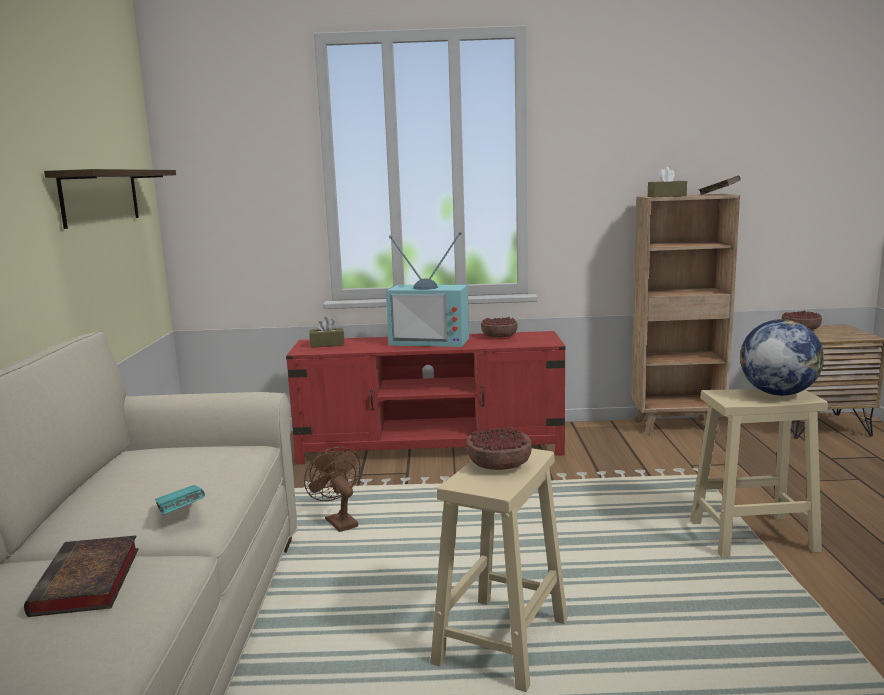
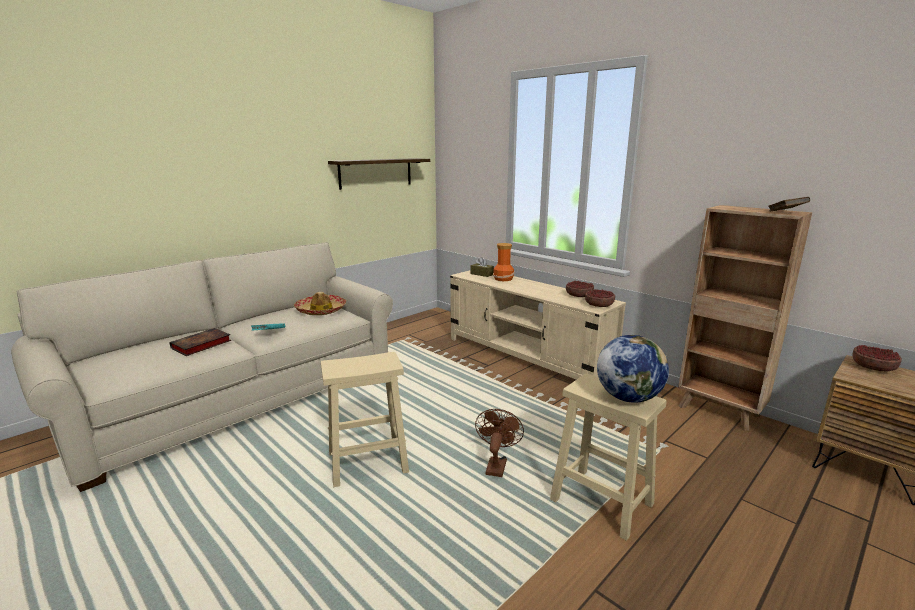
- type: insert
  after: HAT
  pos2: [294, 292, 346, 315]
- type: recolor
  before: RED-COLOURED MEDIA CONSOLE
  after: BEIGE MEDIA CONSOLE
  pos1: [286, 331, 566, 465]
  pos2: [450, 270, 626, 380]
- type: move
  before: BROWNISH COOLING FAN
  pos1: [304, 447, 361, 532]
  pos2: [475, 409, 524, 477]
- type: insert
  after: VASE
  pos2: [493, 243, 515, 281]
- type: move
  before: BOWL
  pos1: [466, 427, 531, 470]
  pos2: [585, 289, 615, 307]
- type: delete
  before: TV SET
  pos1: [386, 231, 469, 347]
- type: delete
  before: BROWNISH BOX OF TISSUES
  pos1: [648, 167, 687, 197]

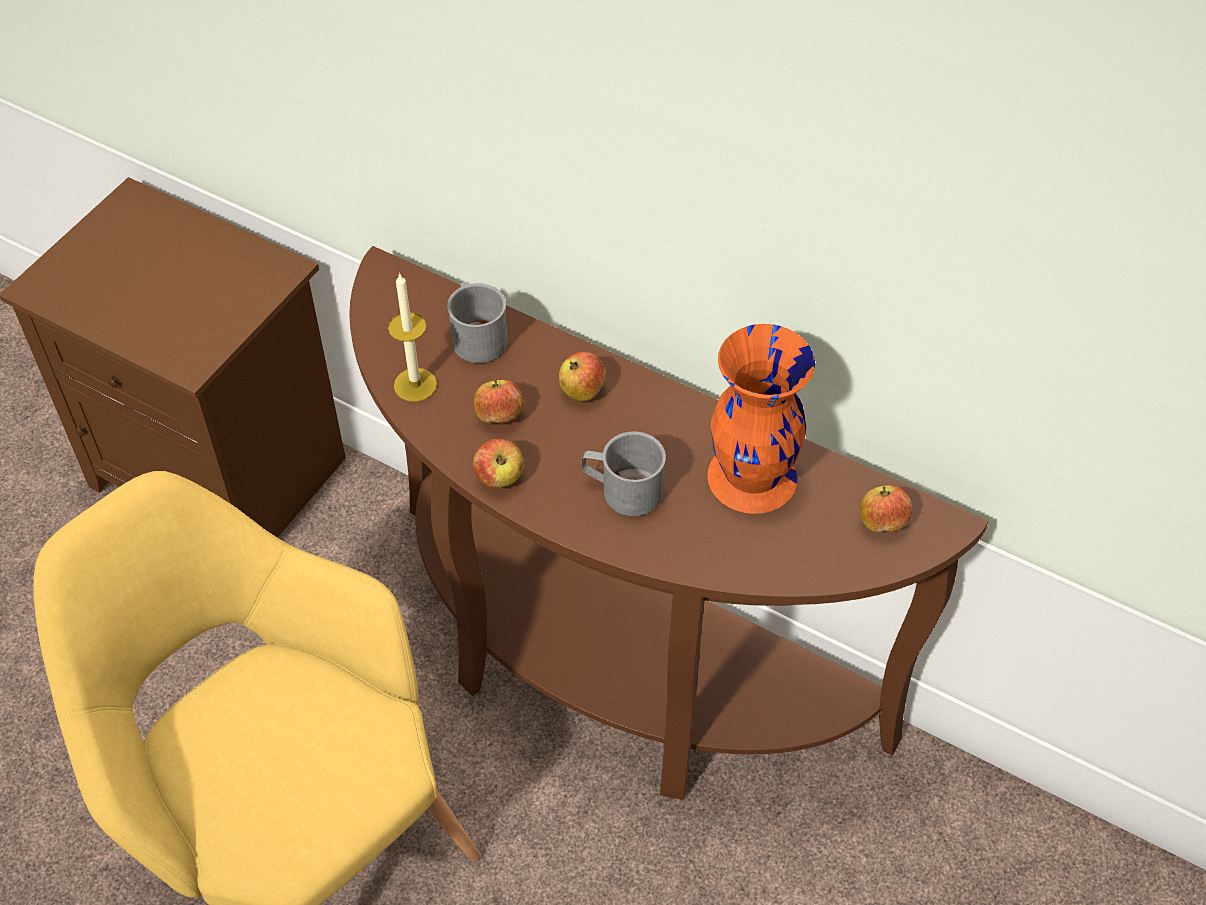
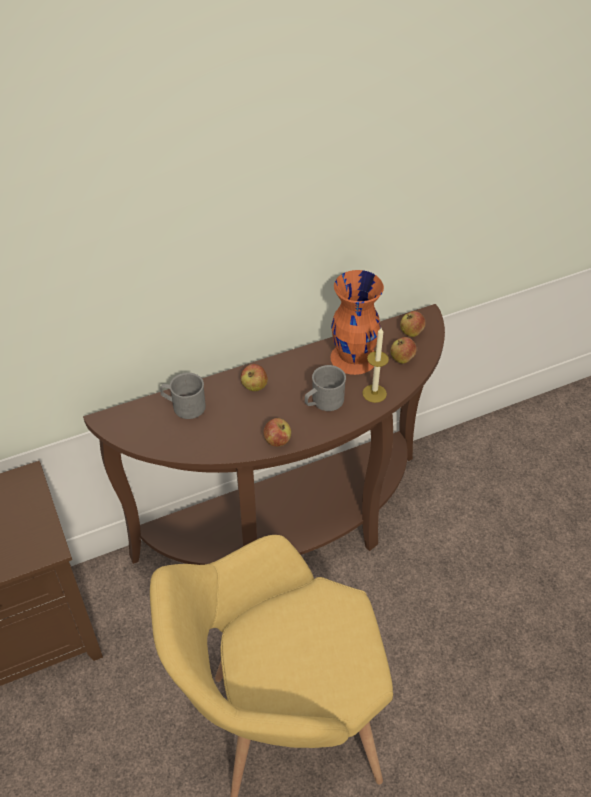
- type: move
  before: WAX LIGHT
  pos1: [388, 273, 437, 402]
  pos2: [362, 328, 389, 403]
- type: move
  before: APPLE FRUIT
  pos1: [474, 379, 523, 423]
  pos2: [391, 337, 417, 364]

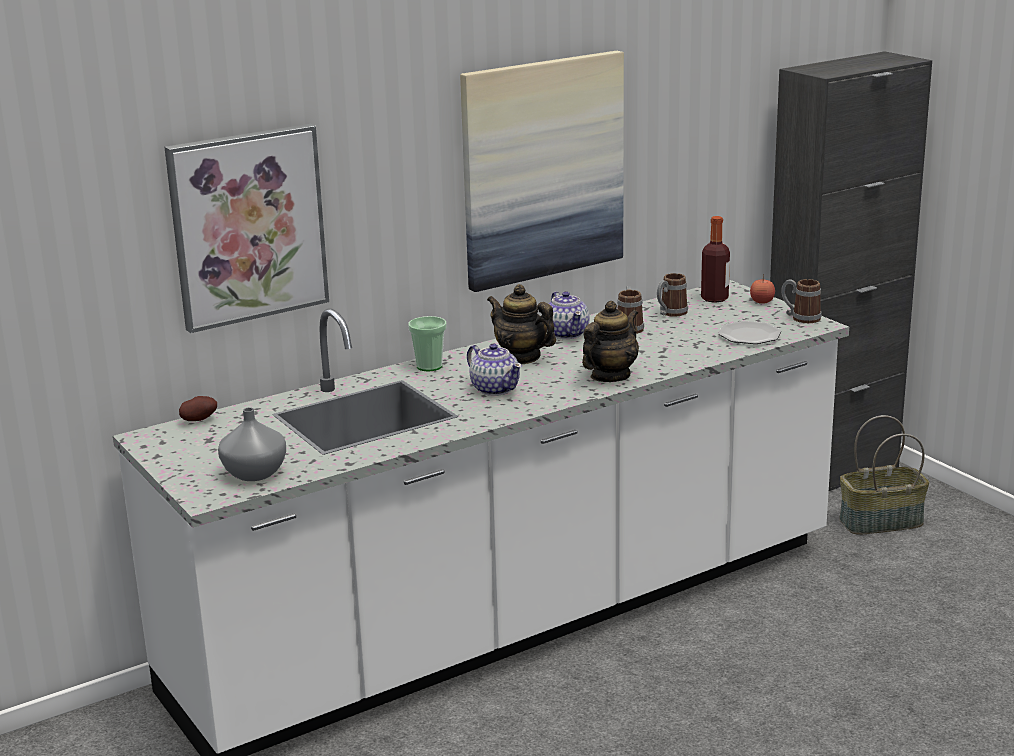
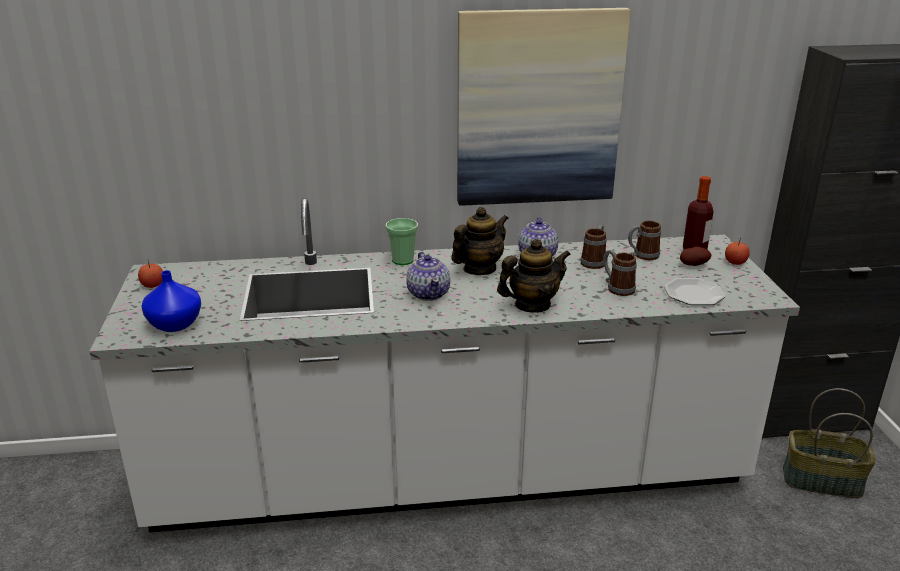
- type: insert
  after: APPLE FRUIT
  pos2: [138, 259, 163, 288]
- type: recolor
  before: GREYISH VASE
  after: BLUE VASE
  pos1: [218, 407, 286, 481]
  pos2: [141, 270, 201, 332]
- type: rotate
  before: TEA POT
  pos1: [487, 284, 556, 364]
  pos2: [451, 207, 509, 275]
  turn: 75
- type: move
  before: MUG
  pos1: [781, 279, 822, 323]
  pos2: [603, 250, 637, 296]
- type: move
  before: POTATO
  pos1: [179, 396, 217, 421]
  pos2: [680, 247, 712, 266]
- type: delete
  before: WALL PICTURE
  pos1: [164, 124, 329, 333]

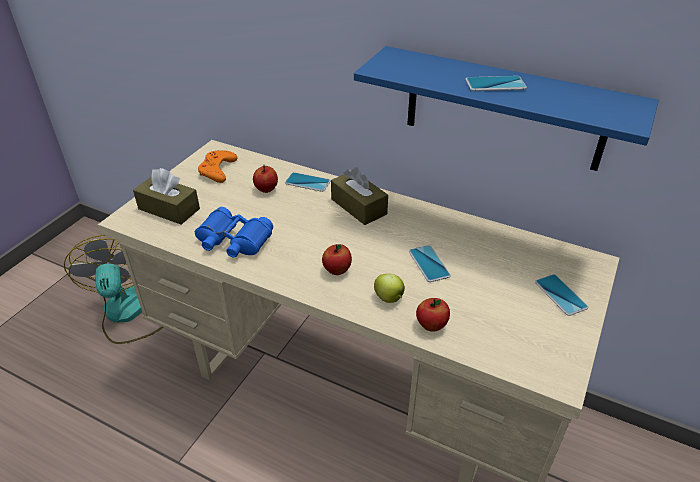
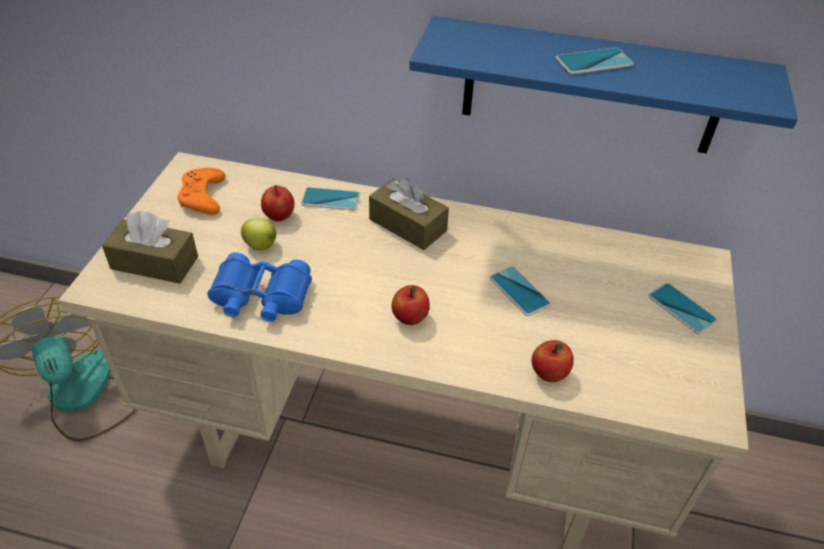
- type: move
  before: APPLE FRUIT
  pos1: [374, 274, 405, 303]
  pos2: [241, 218, 276, 250]

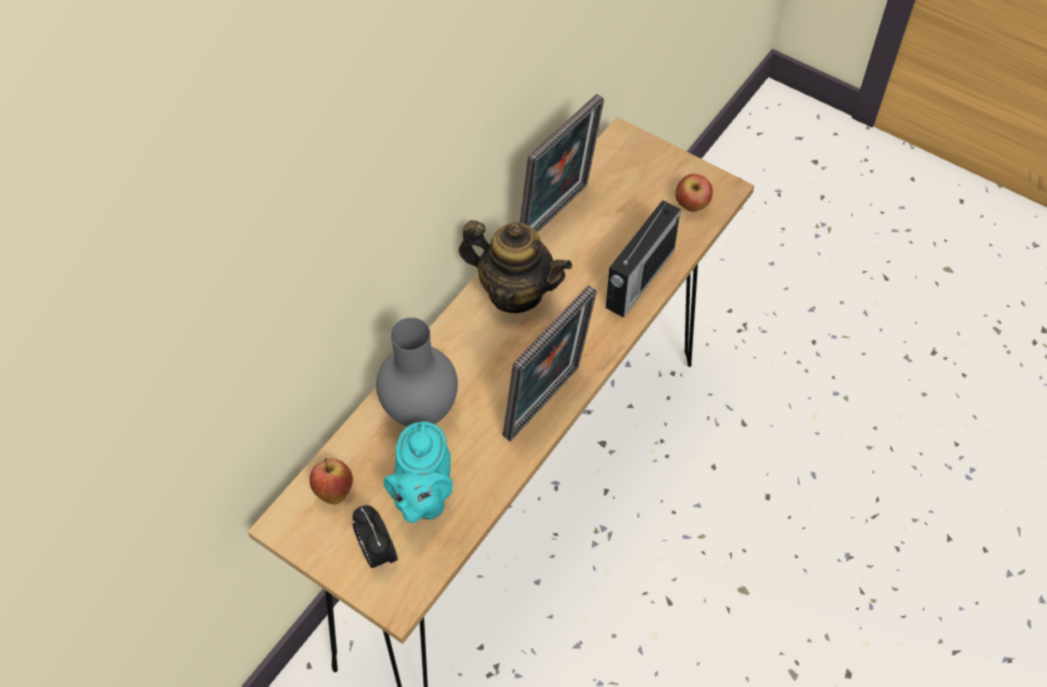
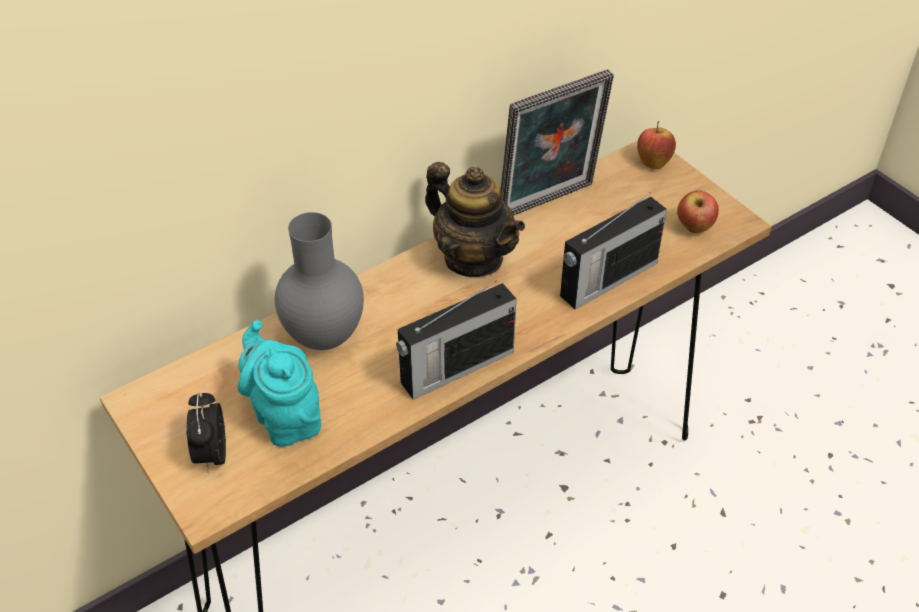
- type: rotate
  before: TURQUOISE TEA POT
  pos1: [383, 421, 453, 523]
  pos2: [238, 320, 321, 447]
  turn: 120
- type: replace
  before: PICTURE FRAME
  after: RADIO
  pos1: [503, 285, 597, 441]
  pos2: [396, 280, 516, 400]
- type: move
  before: APPLE FRUIT
  pos1: [309, 458, 353, 505]
  pos2: [637, 121, 676, 170]

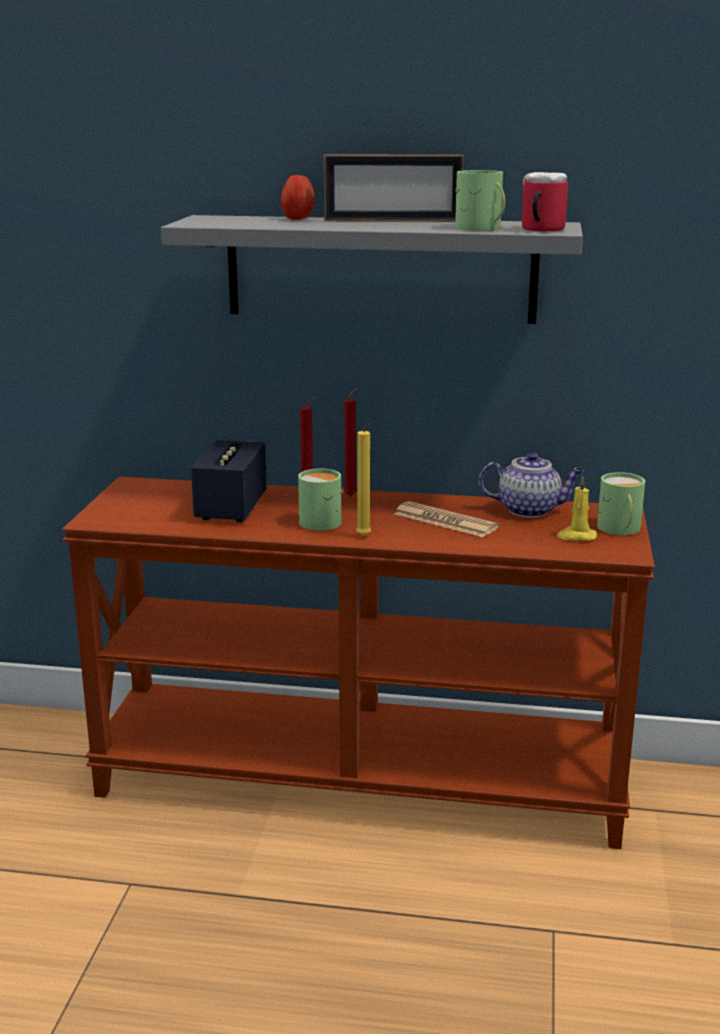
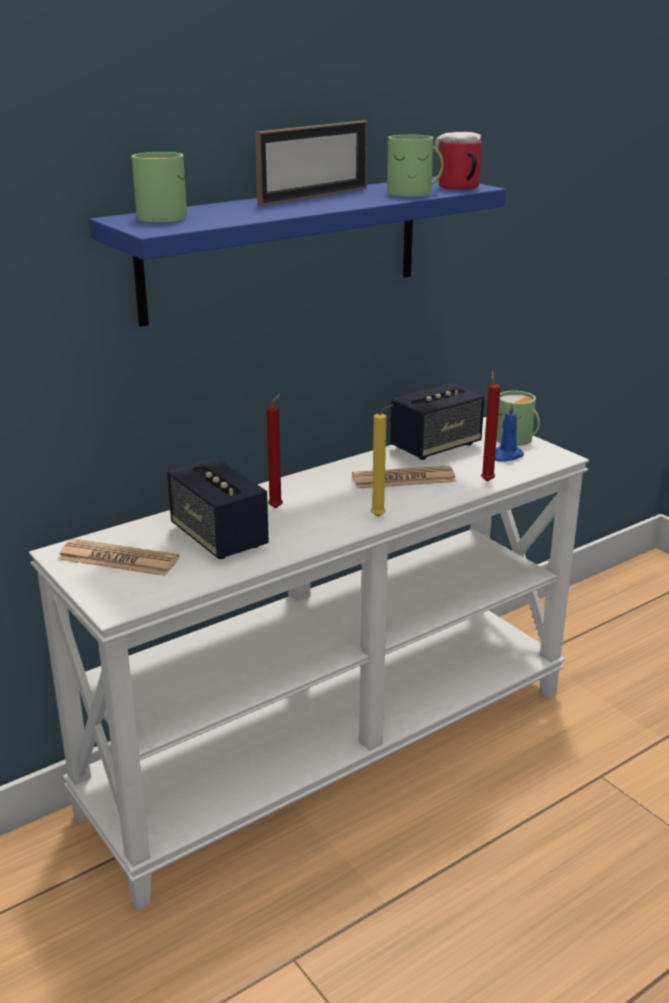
- type: recolor
  before: BROWNISH NARROW TABLE
  after: WHITE-COLOURED NARROW TABLE
  pos1: [62, 477, 655, 849]
  pos2: [29, 417, 589, 910]
- type: insert
  after: NEWSPAPER
  pos2: [58, 539, 179, 576]
- type: recolor
  before: GREYISH WALL SHELF
  after: BLUE WALL SHELF
  pos1: [161, 215, 583, 324]
  pos2: [89, 176, 506, 327]
- type: move
  before: GREENISH MUG
  pos1: [298, 468, 343, 531]
  pos2: [132, 152, 188, 222]
- type: replace
  before: TEA POT
  after: LOUDSPEAKER
  pos1: [479, 452, 584, 517]
  pos2: [390, 383, 485, 460]
- type: move
  before: RED-COLOURED WAX LIGHT
  pos1: [344, 387, 358, 496]
  pos2: [481, 371, 501, 482]
- type: recolor
  before: YELLOW WAX LIGHT
  after: BLUE WAX LIGHT
  pos1: [557, 476, 597, 541]
  pos2: [495, 403, 524, 462]
- type: delete
  before: APPLE FRUIT
  pos1: [281, 172, 315, 220]

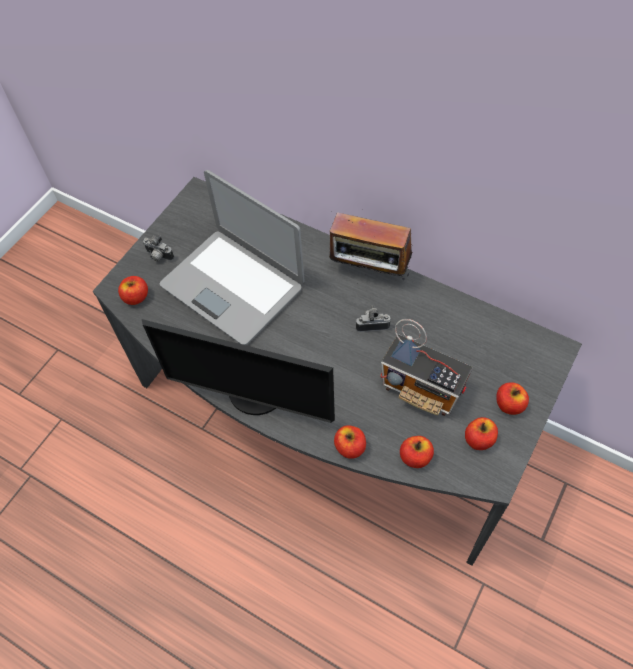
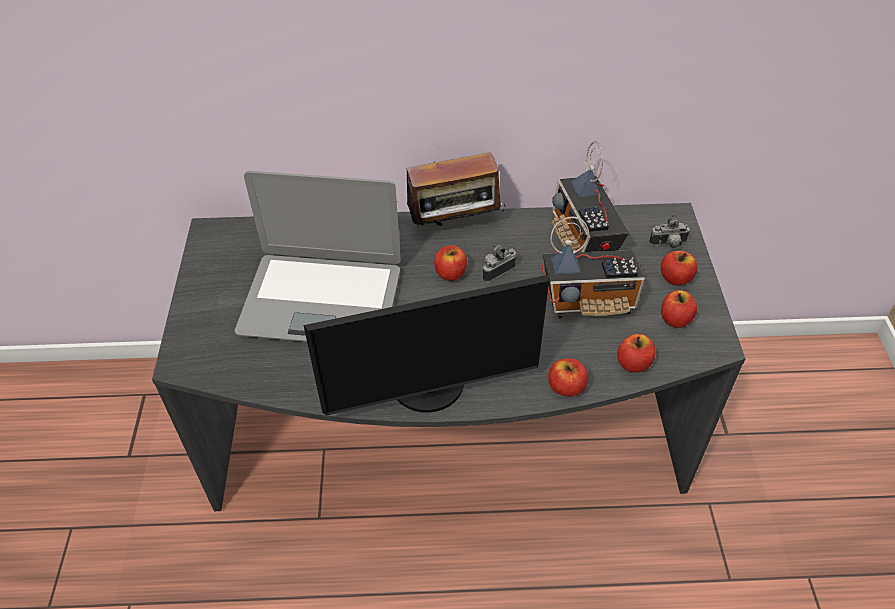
- type: move
  before: APPLE FRUIT
  pos1: [118, 276, 148, 305]
  pos2: [434, 245, 467, 281]
- type: insert
  after: RADIO
  pos2: [552, 141, 629, 252]
- type: move
  before: STILL CAMERA
  pos1: [143, 235, 174, 262]
  pos2: [649, 214, 690, 249]

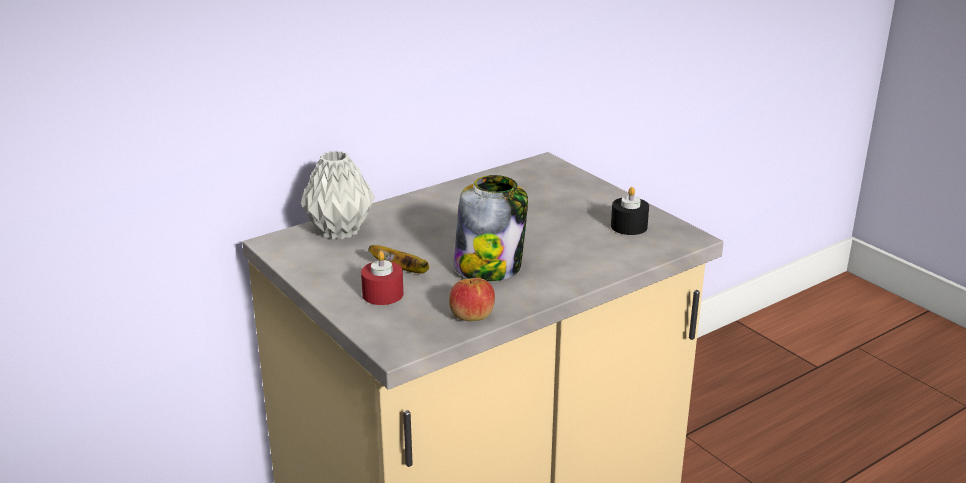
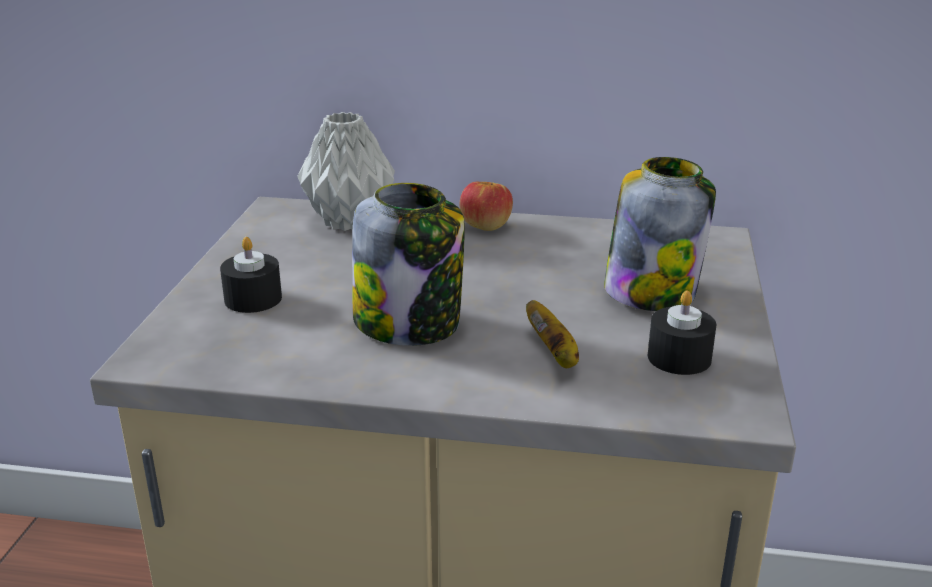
- type: recolor
  before: RED-COLOURED WAX LIGHT
  after: BLACK WAX LIGHT
  pos1: [361, 251, 404, 305]
  pos2: [220, 237, 282, 313]
- type: move
  before: APPLE FRUIT
  pos1: [449, 278, 495, 321]
  pos2: [459, 182, 513, 231]
- type: move
  before: WHOLE BANANA
  pos1: [368, 245, 429, 273]
  pos2: [526, 300, 579, 368]
- type: insert
  after: PRESERVE JAR
  pos2: [604, 157, 716, 311]

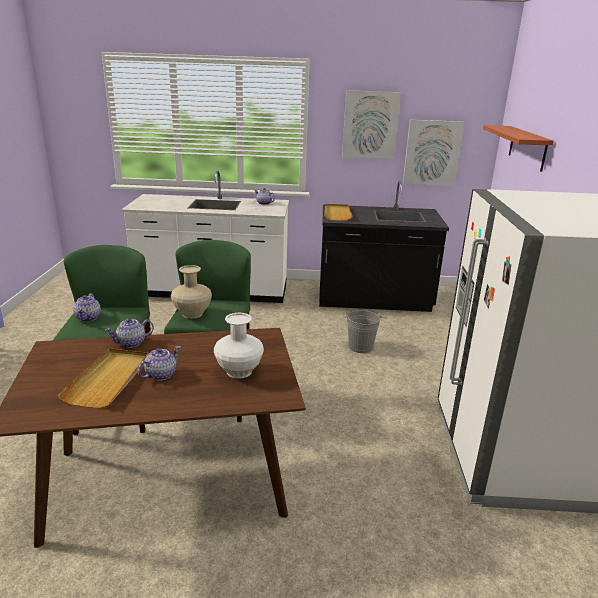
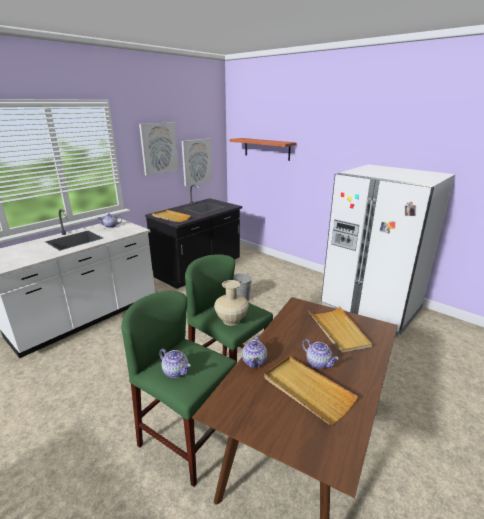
- type: rotate
  before: TEA POT
  pos1: [137, 346, 180, 381]
  pos2: [302, 339, 339, 369]
  turn: 150
- type: replace
  before: WHITE-COLOURED VASE
  after: BEIGE CARRYING TRAY
  pos1: [214, 313, 264, 379]
  pos2: [309, 306, 373, 353]

